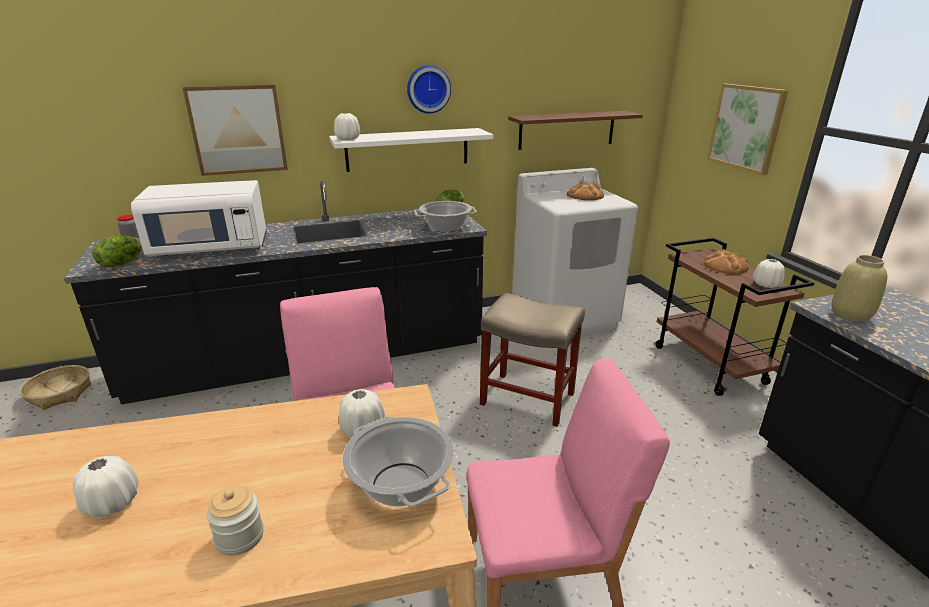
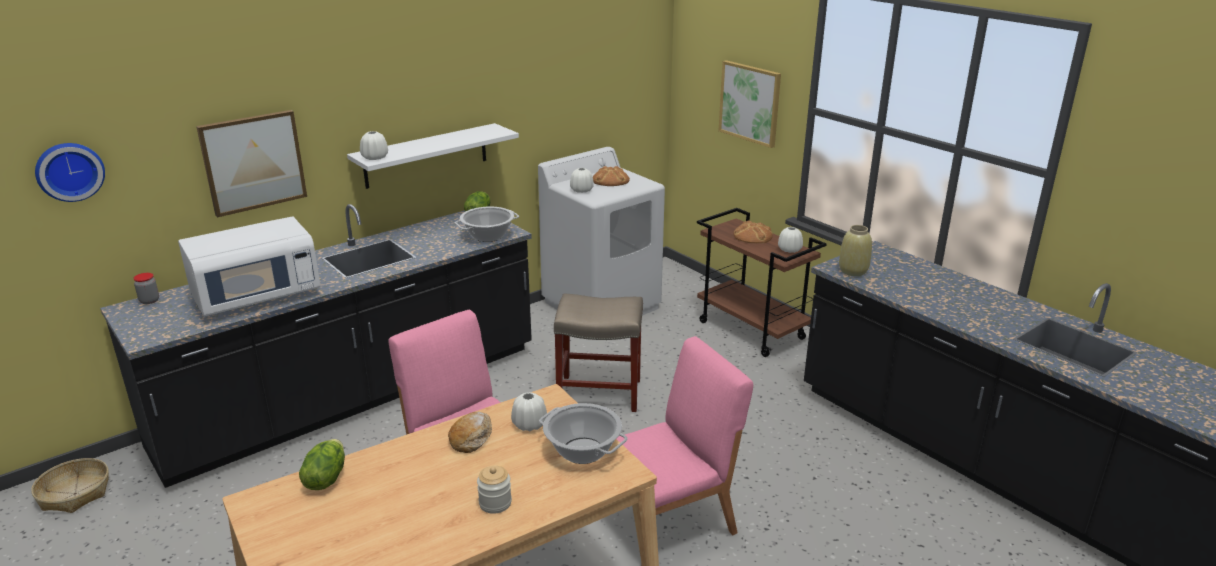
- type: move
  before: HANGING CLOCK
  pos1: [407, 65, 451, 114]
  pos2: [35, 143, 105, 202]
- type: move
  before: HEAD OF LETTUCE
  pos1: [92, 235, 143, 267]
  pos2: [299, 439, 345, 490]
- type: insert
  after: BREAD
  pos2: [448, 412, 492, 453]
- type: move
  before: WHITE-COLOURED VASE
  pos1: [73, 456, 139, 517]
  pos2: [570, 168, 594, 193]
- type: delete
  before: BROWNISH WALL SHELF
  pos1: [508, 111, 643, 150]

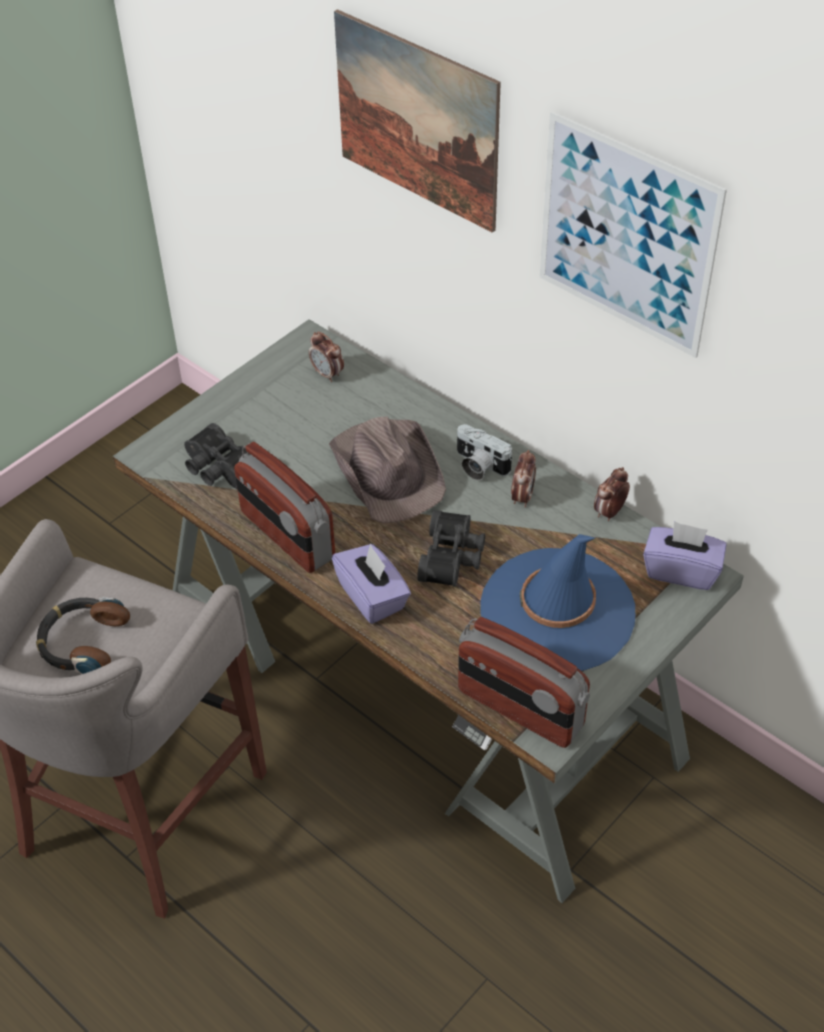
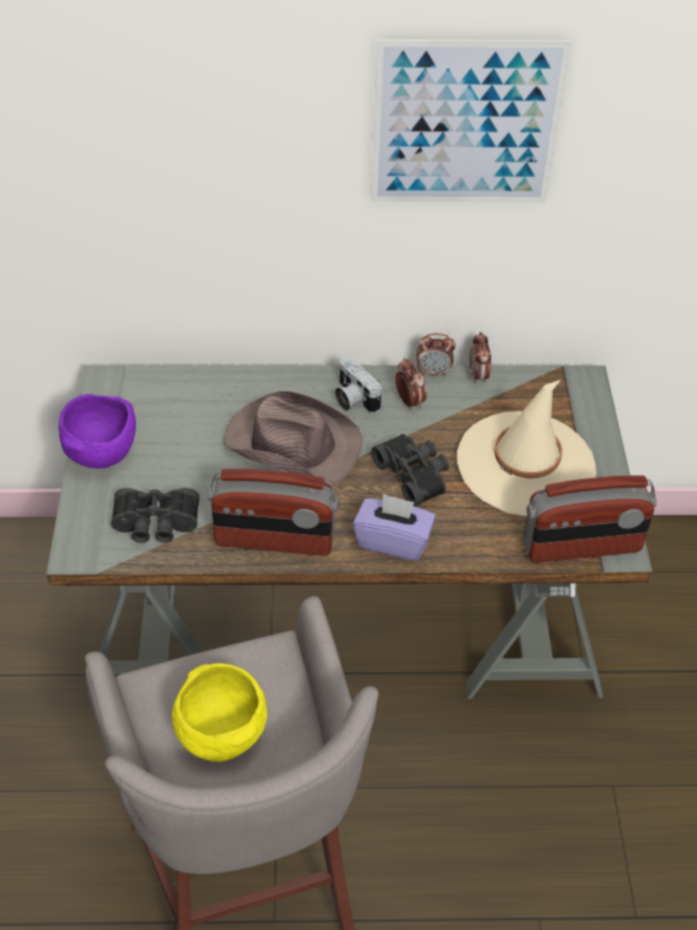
- type: insert
  after: PURPLISH BOWL
  pos2: [59, 394, 136, 469]
- type: replace
  before: HEADSET
  after: YELLOW BOWL
  pos1: [36, 597, 130, 674]
  pos2: [172, 663, 267, 762]
- type: rotate
  before: STILL CAMERA
  pos1: [457, 424, 512, 480]
  pos2: [335, 357, 382, 413]
  turn: 60
- type: move
  before: BEDSIDE CLOCK
  pos1: [309, 332, 344, 382]
  pos2: [417, 333, 456, 376]
- type: recolor
  before: BLUE HAT
  after: BEIGE HAT
  pos1: [480, 534, 635, 671]
  pos2: [457, 380, 596, 516]
- type: delete
  before: WALL PICTURE
  pos1: [334, 9, 501, 233]
- type: delete
  before: PURPLISH BOX OF TISSUES
  pos1: [643, 521, 726, 590]

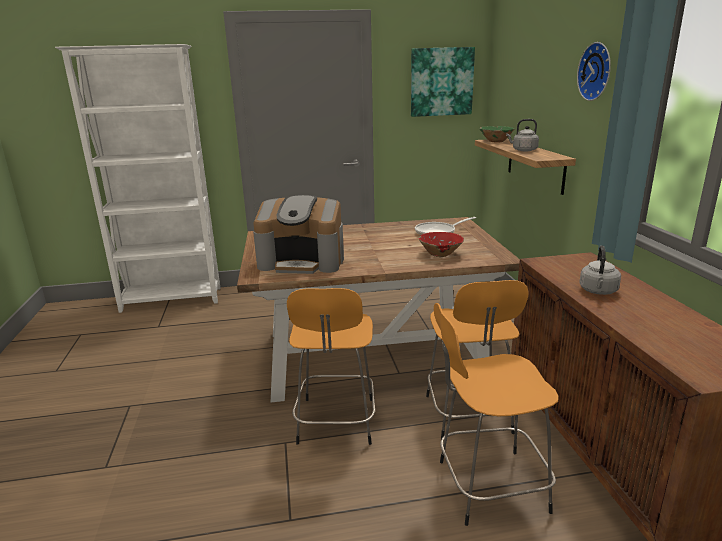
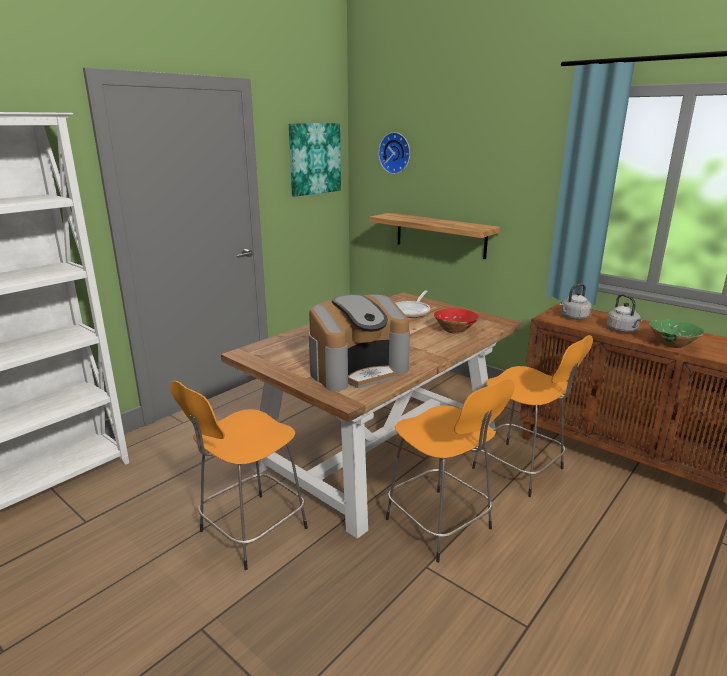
- type: move
  before: ORANGEY SITTING STOOL
  pos1: [434, 303, 559, 526]
  pos2: [170, 381, 308, 570]
- type: move
  before: HANGING CLOCK
  pos1: [577, 42, 611, 101]
  pos2: [378, 132, 410, 174]
- type: move
  before: GREYISH KETTLE
  pos1: [506, 119, 539, 151]
  pos2: [559, 284, 592, 320]
- type: move
  before: GREENISH BOWL
  pos1: [479, 126, 515, 143]
  pos2: [649, 319, 704, 348]

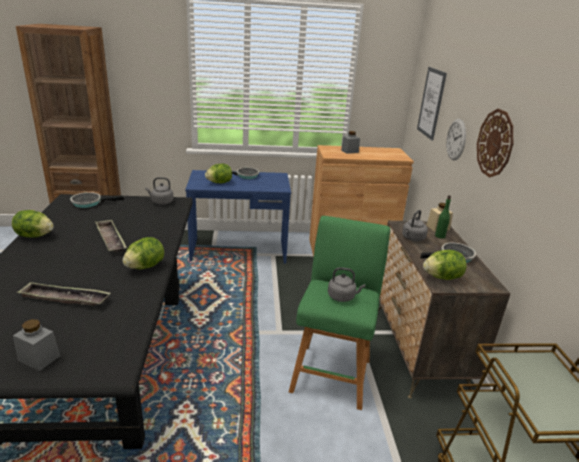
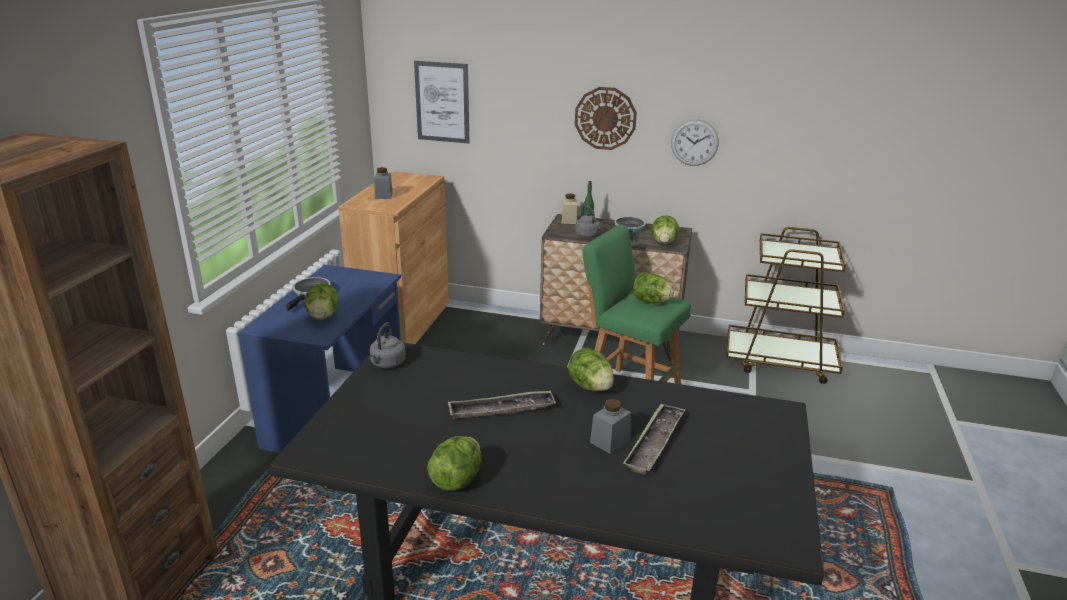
- type: move
  before: GREYISH PRESERVE JAR
  pos1: [13, 319, 60, 371]
  pos2: [590, 399, 631, 454]
- type: replace
  before: GREYISH KETTLE
  after: HEAD OF LETTUCE
  pos1: [328, 267, 365, 302]
  pos2: [633, 273, 674, 303]
- type: move
  before: HANGING CLOCK
  pos1: [446, 119, 466, 161]
  pos2: [671, 119, 719, 166]
- type: delete
  before: FRYING PAN
  pos1: [70, 192, 124, 208]

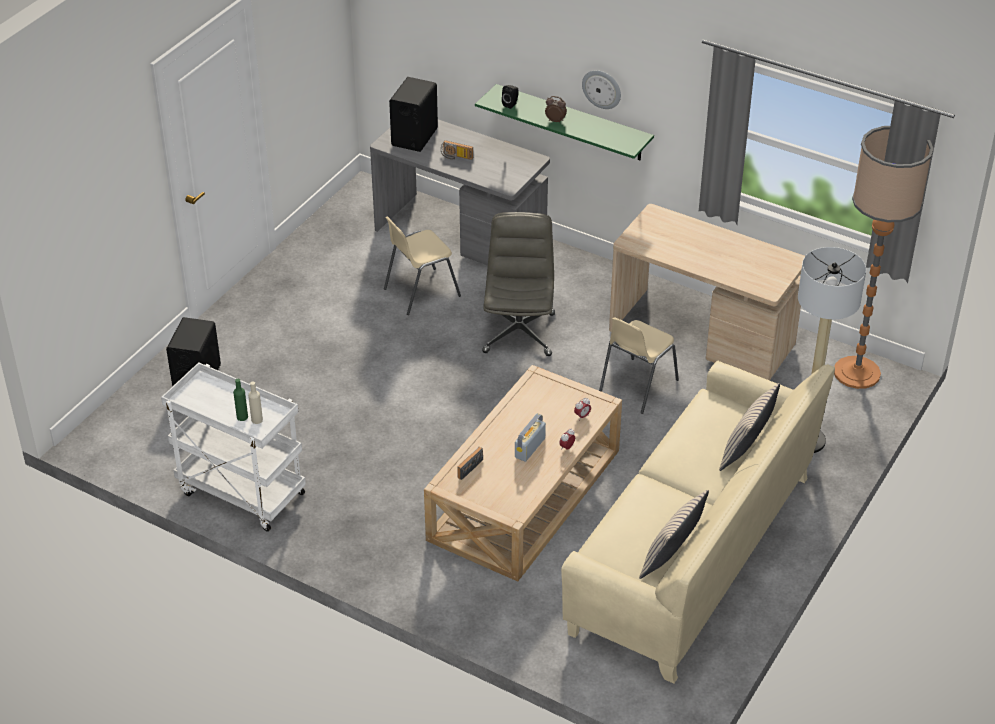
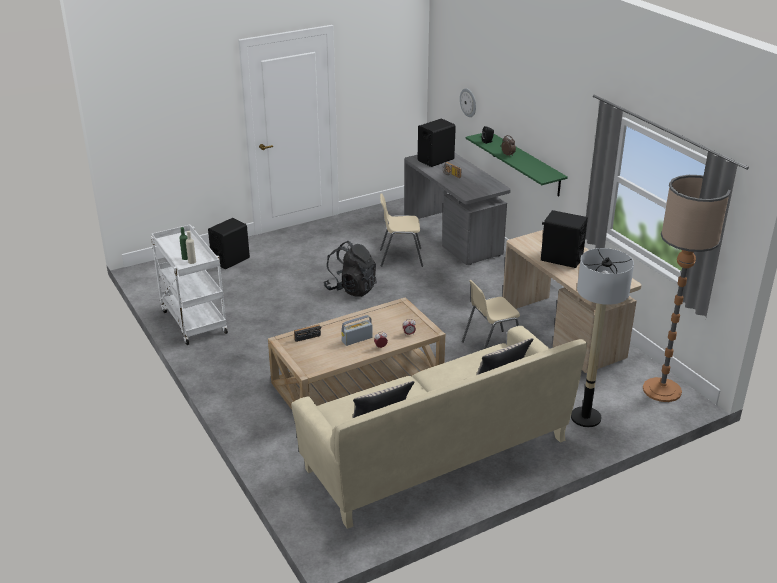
- type: insert
  after: BLACK BACKPACK
  pos2: [324, 241, 377, 297]
- type: move
  before: HANGING CLOCK
  pos1: [582, 70, 621, 109]
  pos2: [460, 88, 476, 117]
- type: insert
  after: BLACK LOUDSPEAKER
  pos2: [541, 210, 588, 268]
- type: delete
  before: GREYISH OFFICE CHAIR
  pos1: [482, 212, 555, 356]

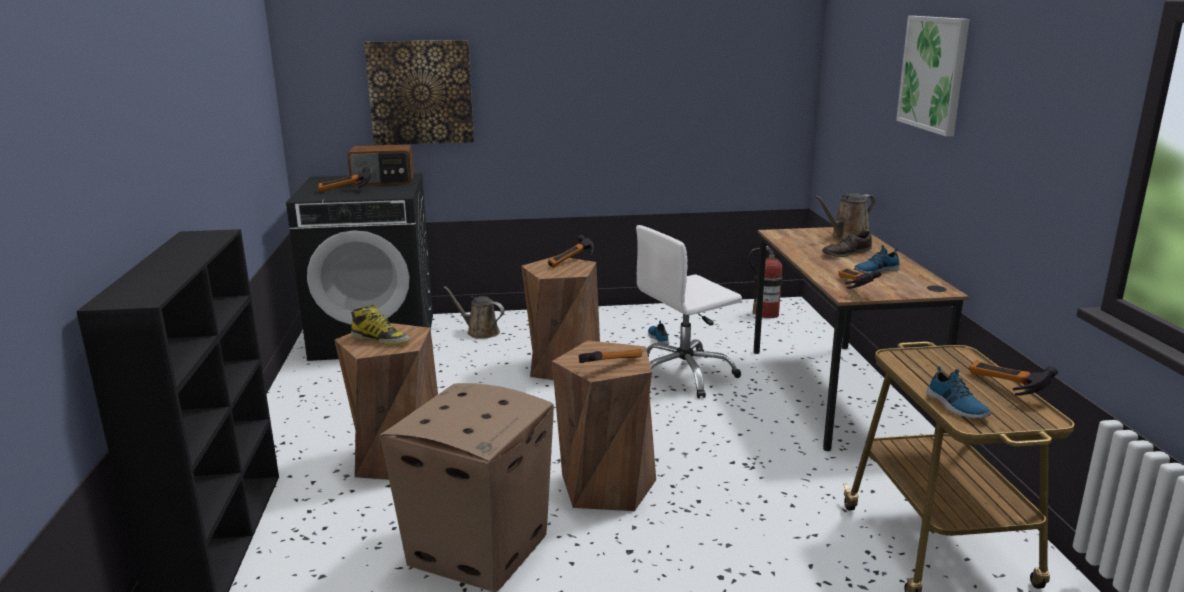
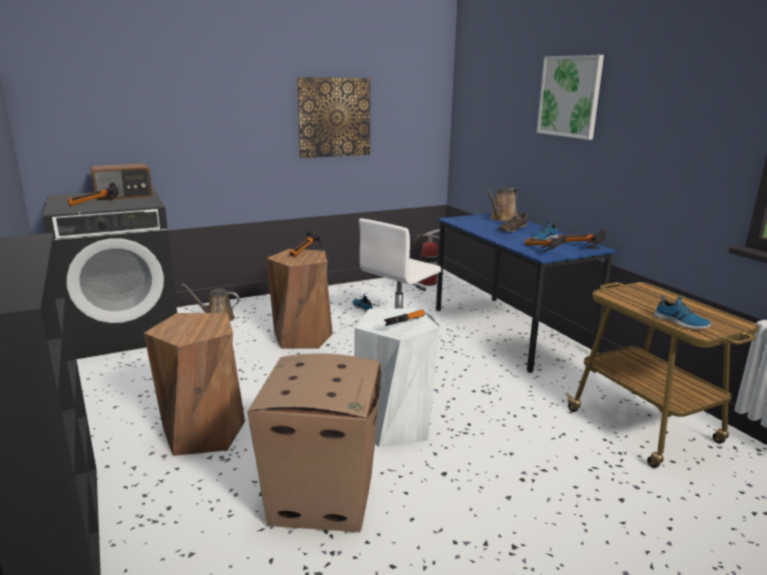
- type: move
  before: WALL PICTURE
  pos1: [364, 40, 474, 145]
  pos2: [297, 77, 371, 158]
- type: recolor
  before: BROWNISH SITTING STOOL
  after: WHITE-COLOURED SITTING STOOL
  pos1: [552, 340, 656, 511]
  pos2: [354, 308, 440, 447]
- type: recolor
  before: BROWNISH DESK UNIT
  after: BLUE DESK UNIT
  pos1: [753, 227, 969, 451]
  pos2: [436, 213, 617, 373]
- type: move
  before: HAMMER
  pos1: [969, 361, 1058, 396]
  pos2: [557, 230, 607, 247]
- type: delete
  before: TALL BOOT
  pos1: [351, 304, 410, 345]

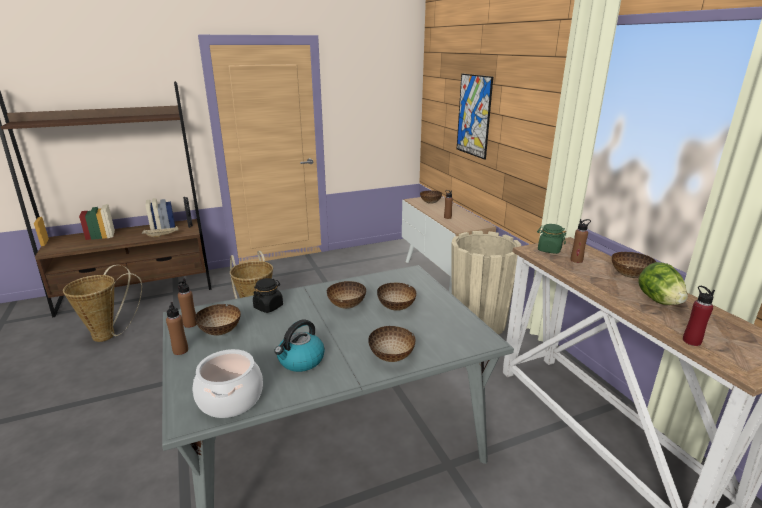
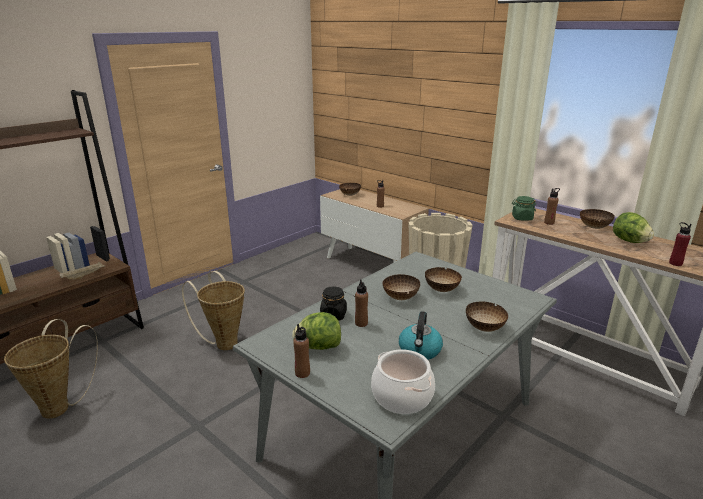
- type: replace
  before: BOWL
  after: HEAD OF LETTUCE
  pos1: [195, 304, 241, 335]
  pos2: [292, 312, 341, 350]
- type: move
  before: BROWNISH DRINK BOTTLE
  pos1: [178, 279, 197, 328]
  pos2: [355, 280, 368, 327]
- type: delete
  before: WALL PICTURE
  pos1: [457, 74, 493, 160]

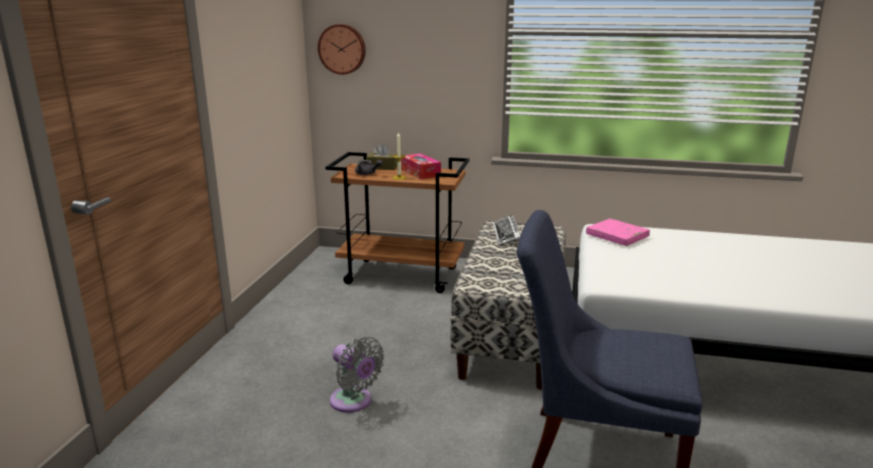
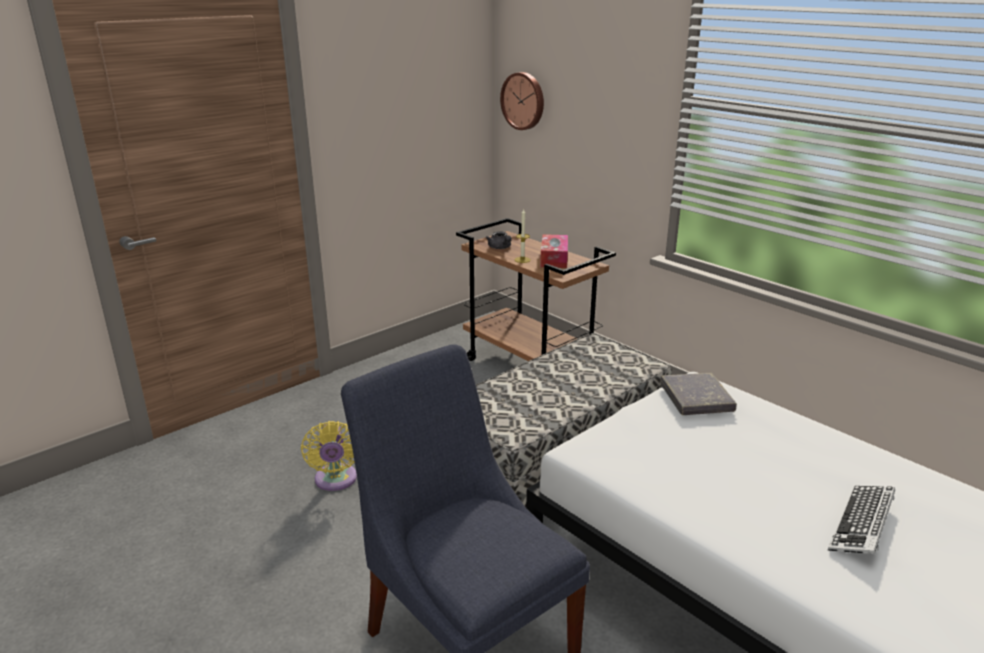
- type: recolor
  before: GREYISH COOLING FAN
  after: YELLOW COOLING FAN
  pos1: [330, 337, 385, 413]
  pos2: [301, 421, 357, 491]
- type: recolor
  before: PINK-COLOURED BOUND BOOK
  after: GREYISH BOUND BOOK
  pos1: [586, 218, 650, 246]
  pos2: [660, 373, 737, 415]
- type: move
  before: KEYBOARD
  pos1: [493, 215, 520, 246]
  pos2: [828, 486, 895, 554]
- type: delete
  before: BROWNISH BOX OF TISSUES
  pos1: [366, 144, 397, 170]

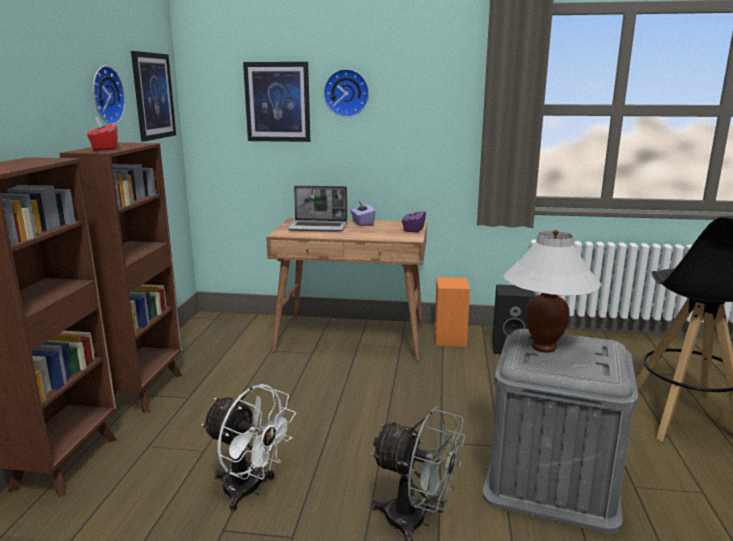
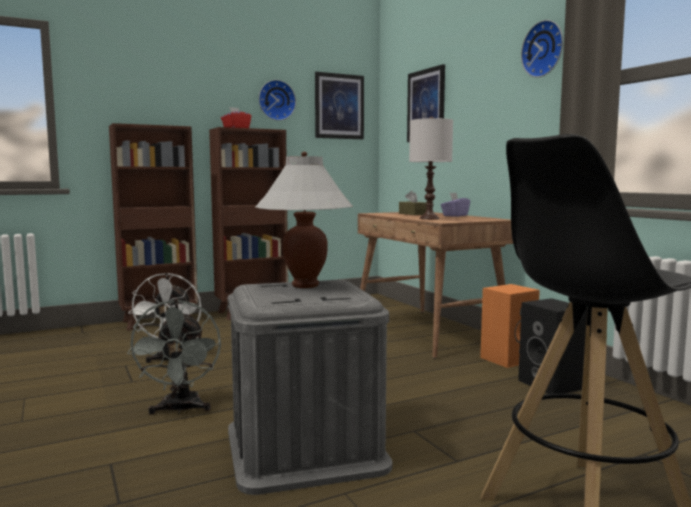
- type: replace
  before: PORTABLE COMPUTER
  after: BROWNISH BOX OF TISSUES
  pos1: [287, 186, 347, 232]
  pos2: [399, 191, 427, 215]
- type: insert
  after: WHITE-COLOURED TABLETOP LAMP
  pos2: [409, 116, 453, 220]
- type: move
  before: HANGING CLOCK
  pos1: [323, 69, 369, 117]
  pos2: [521, 20, 563, 78]
- type: delete
  before: PURPLISH BOX OF TISSUES
  pos1: [402, 205, 426, 232]

